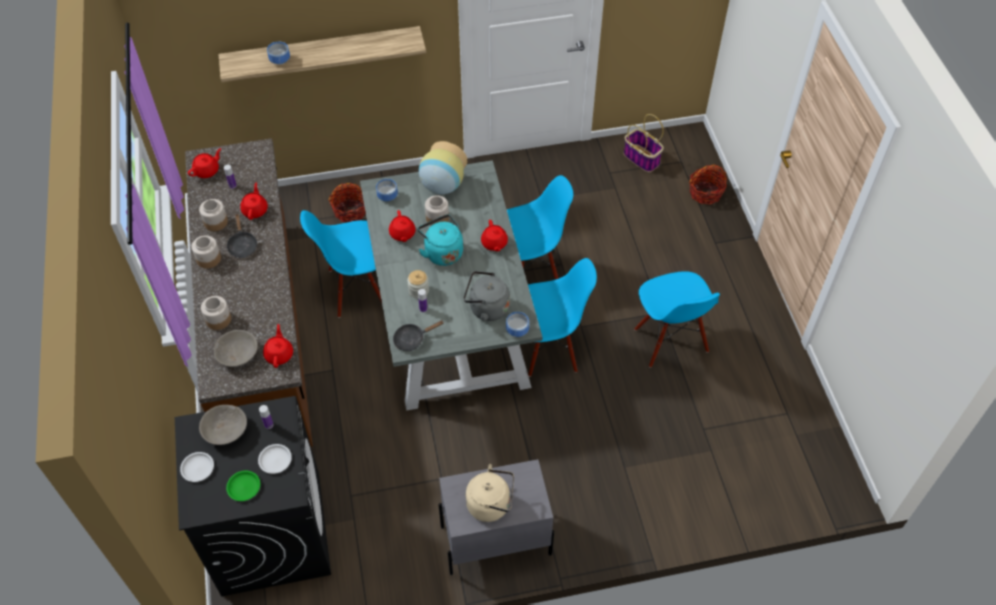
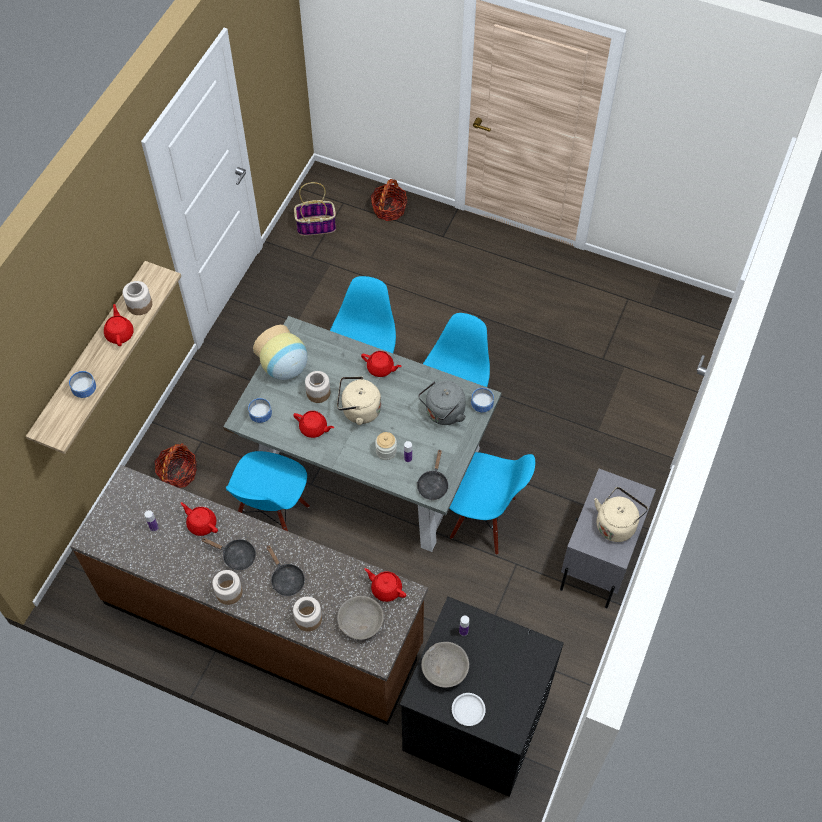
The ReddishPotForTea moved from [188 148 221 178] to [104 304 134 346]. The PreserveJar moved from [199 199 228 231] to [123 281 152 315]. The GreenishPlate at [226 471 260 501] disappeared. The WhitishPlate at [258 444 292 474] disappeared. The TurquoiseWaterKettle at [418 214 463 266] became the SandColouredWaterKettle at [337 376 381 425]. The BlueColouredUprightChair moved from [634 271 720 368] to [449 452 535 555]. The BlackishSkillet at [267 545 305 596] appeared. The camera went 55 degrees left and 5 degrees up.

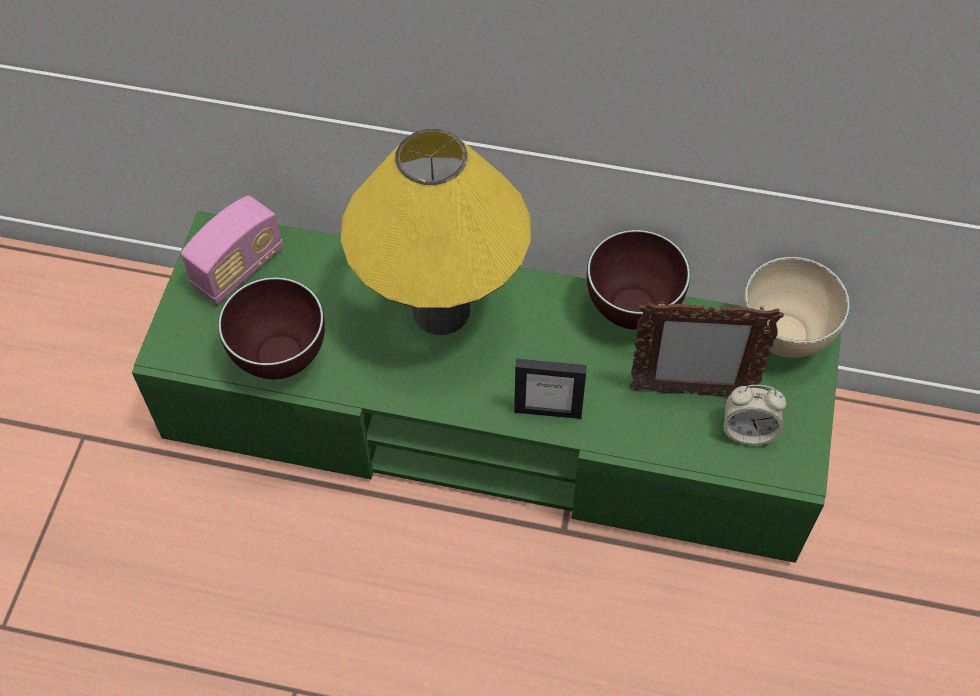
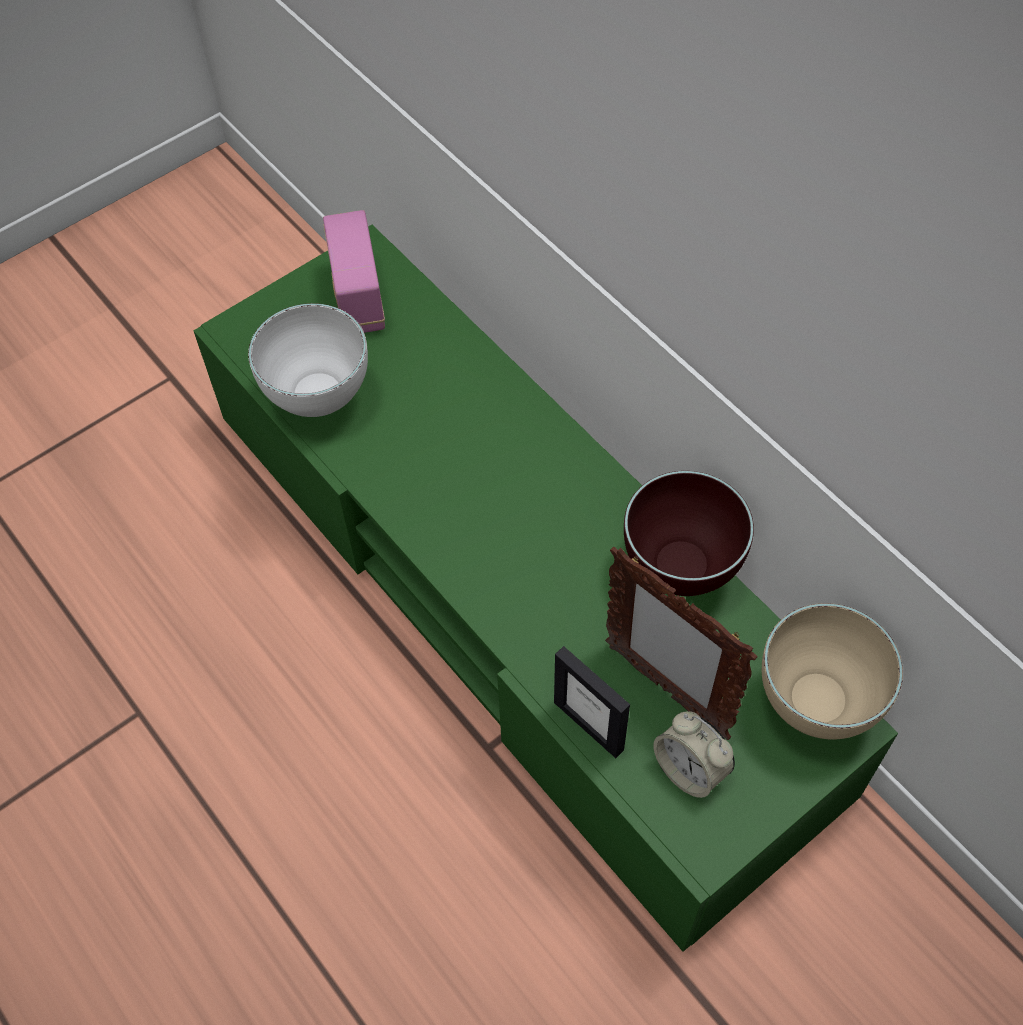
The RadioReceiver at [181 195 283 305] turned 90 degrees clockwise. The BrownishDeepDish at [218 277 325 379] became the WhitishDeepDish at [248 303 368 417]. The YellowLampForATable at [341 129 531 335] disappeared. The PhotoFrame moved from [514 359 587 419] to [554 646 630 758]. The camera went 40 degrees right and 0 degrees up.

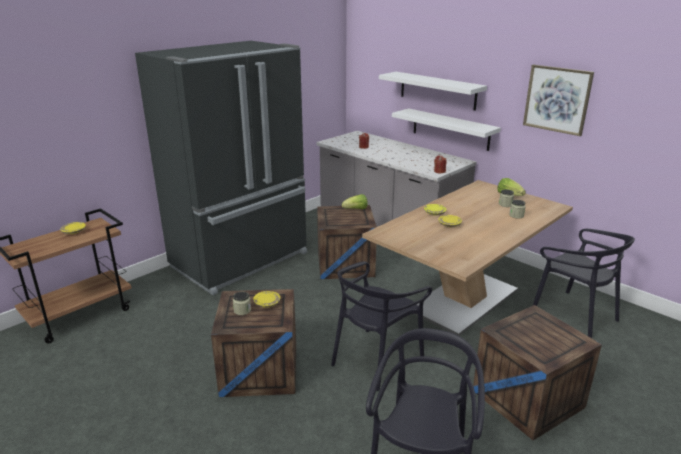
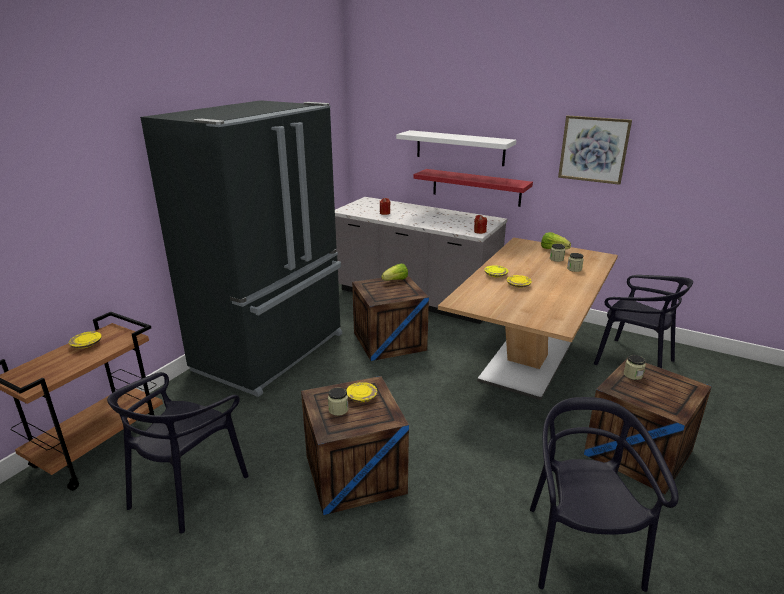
The BlackishUprightChair moved from [331 261 432 391] to [107 372 249 534]. The WhitishShelf at [392 108 501 151] became the ReddishShelf at [413 169 533 207]. The PreserveJar at [624 355 646 380] appeared. The camera went 15 degrees left and 0 degrees up.

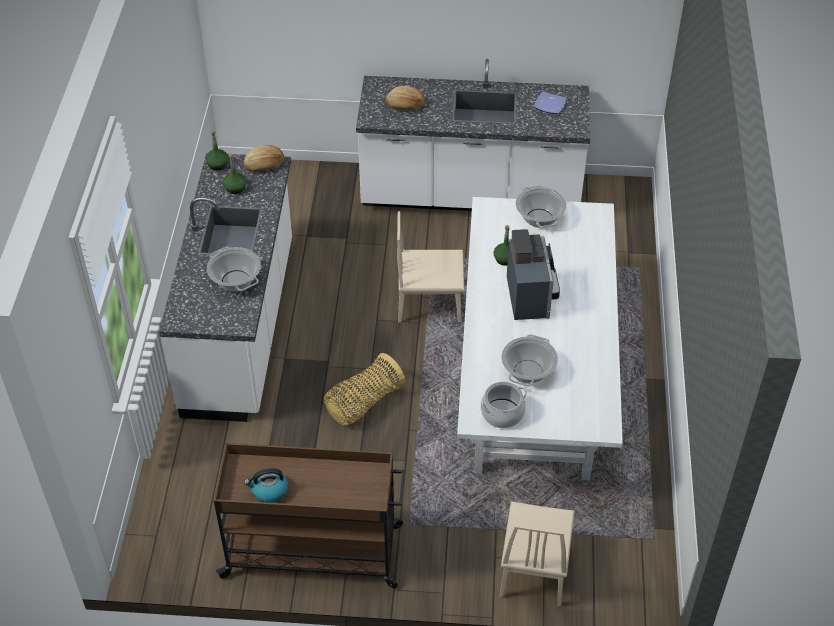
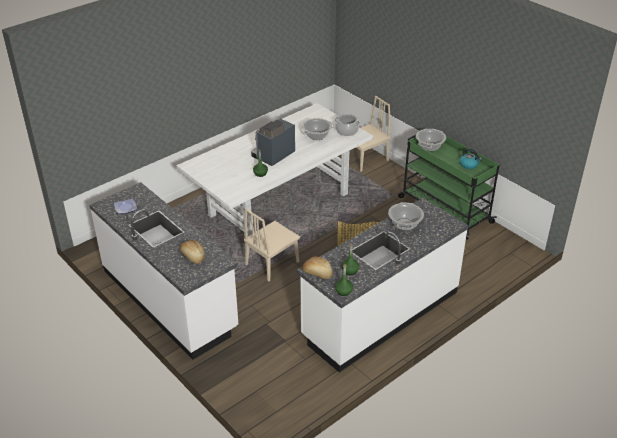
The BrownishCart at [214 443 405 589] became the GreenishCart at [398 135 499 240]. The SandColouredUprightChair at [397 211 464 323] turned 90 degrees clockwise. The Saucepot moved from [516 185 566 228] to [416 129 446 151]. The camera went 135 degrees left and 10 degrees down.

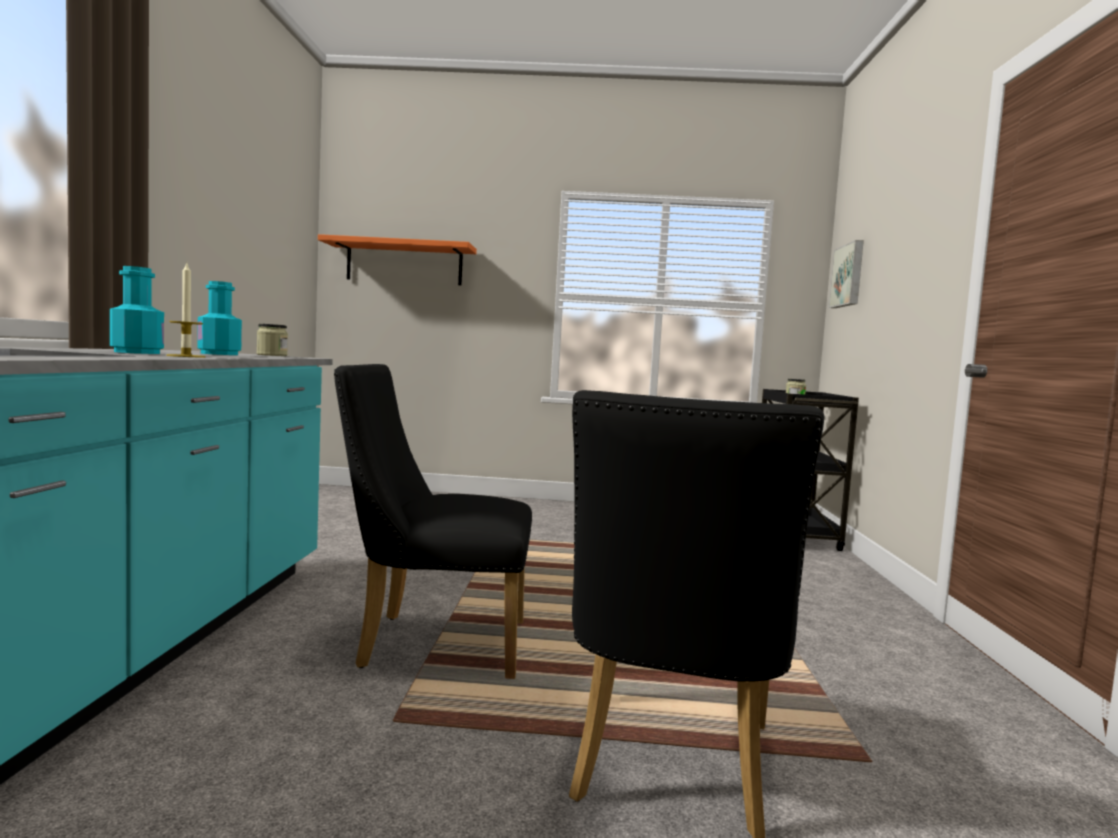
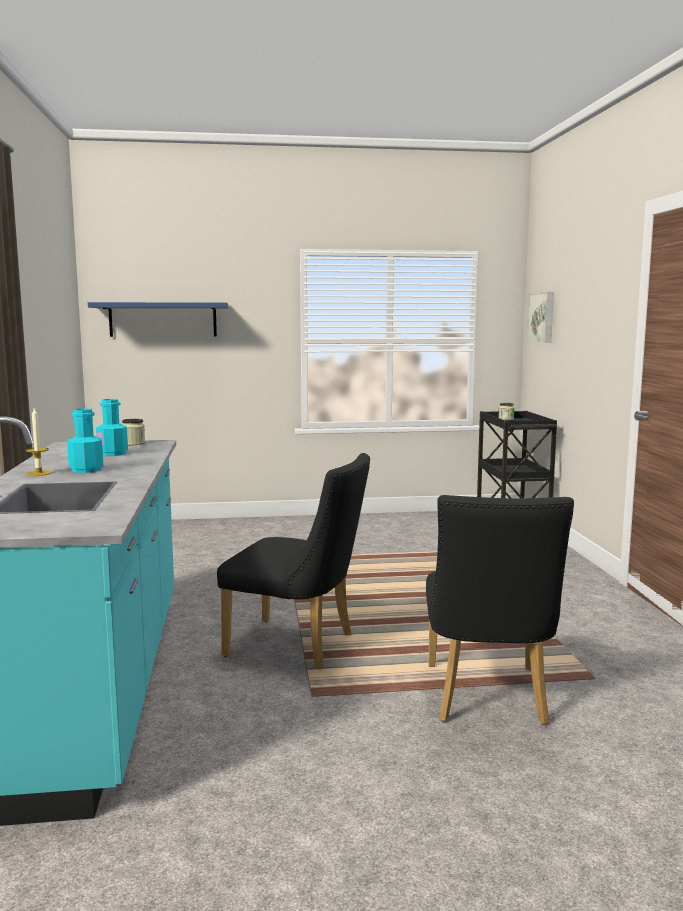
The Candle moved from [166 263 206 358] to [25 408 52 476]. The OrangeColouredShelf at [318 234 477 285] became the BlueColouredShelf at [88 302 228 337]. The BlackishUprightChair at [334 364 532 679] turned 150 degrees counterclockwise. The camera went 10 degrees left and 5 degrees up.

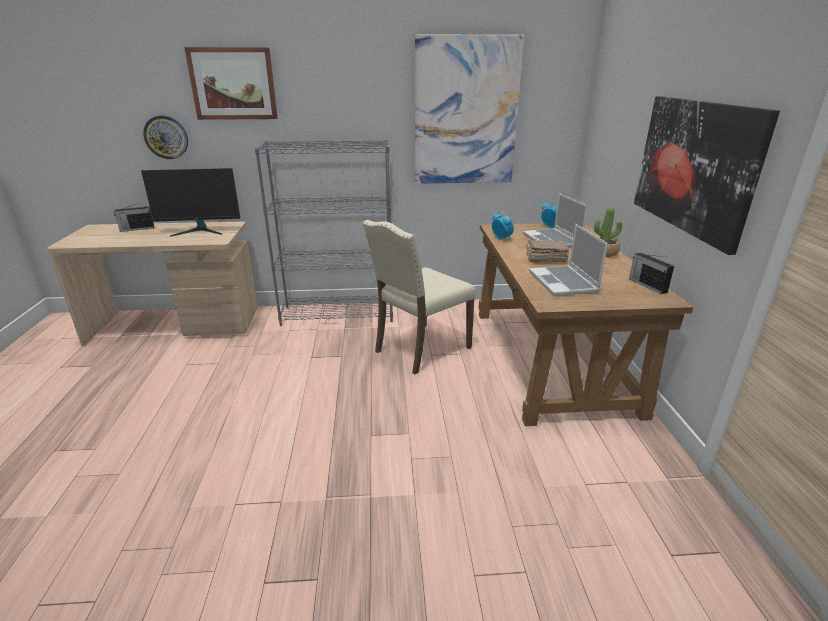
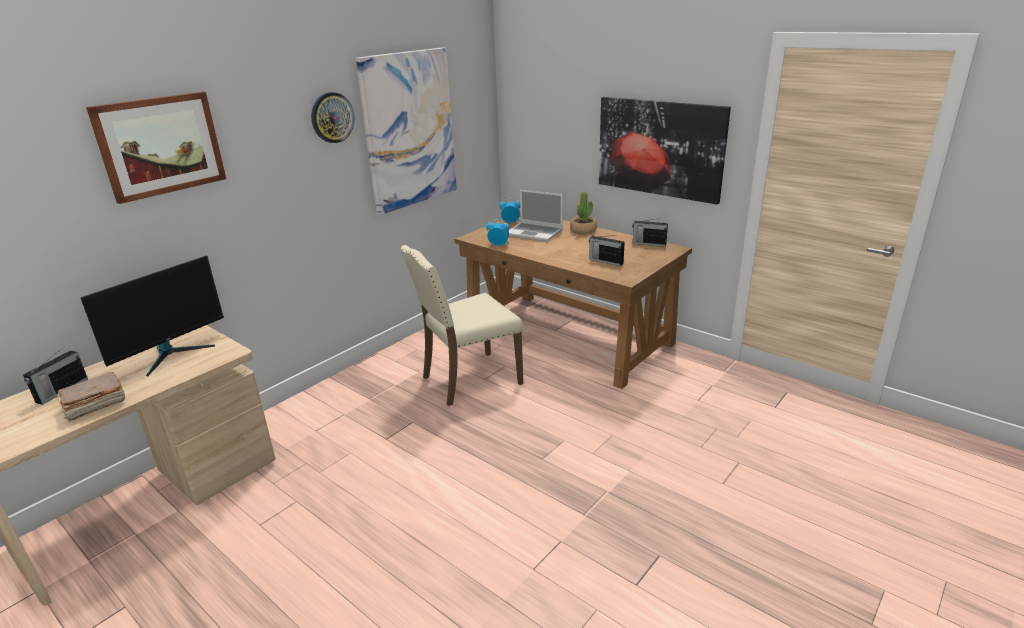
The ClockOnTheWall moved from [143 115 188 159] to [311 92 355 143]. The GreyShelvingUnit at [255 140 393 326] disappeared. The SandColouredUprightChair at [362 220 476 374] turned 60 degrees clockwise. The BrownishBoundBook moved from [526 240 569 262] to [57 372 125 422]. The PortableComputer at [529 224 608 296] was replaced by the RadioReceiver at [589 235 625 266]. The camera went 45 degrees left and 0 degrees up.

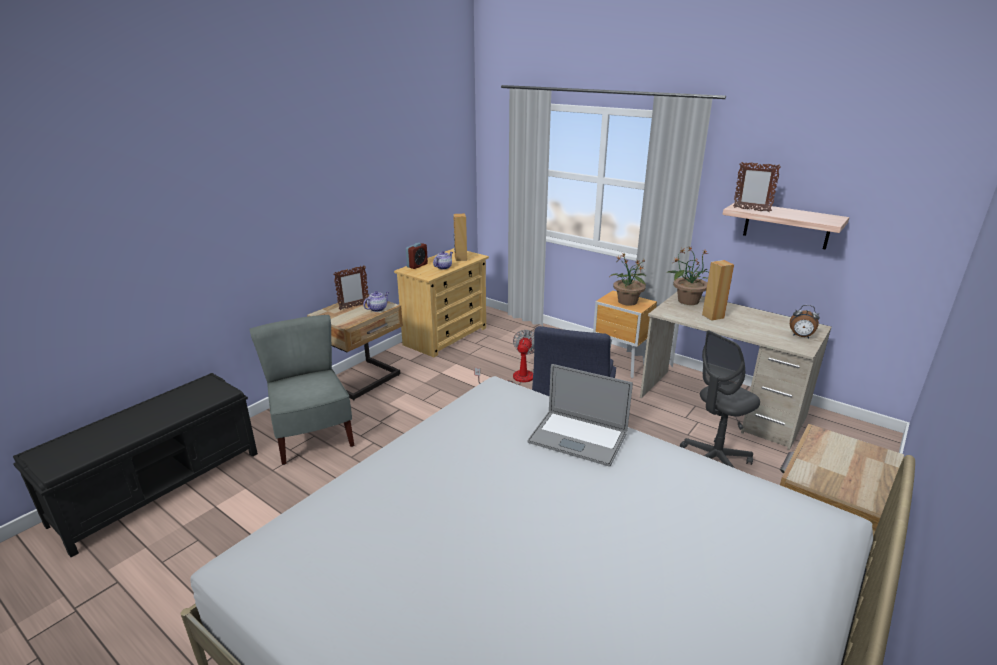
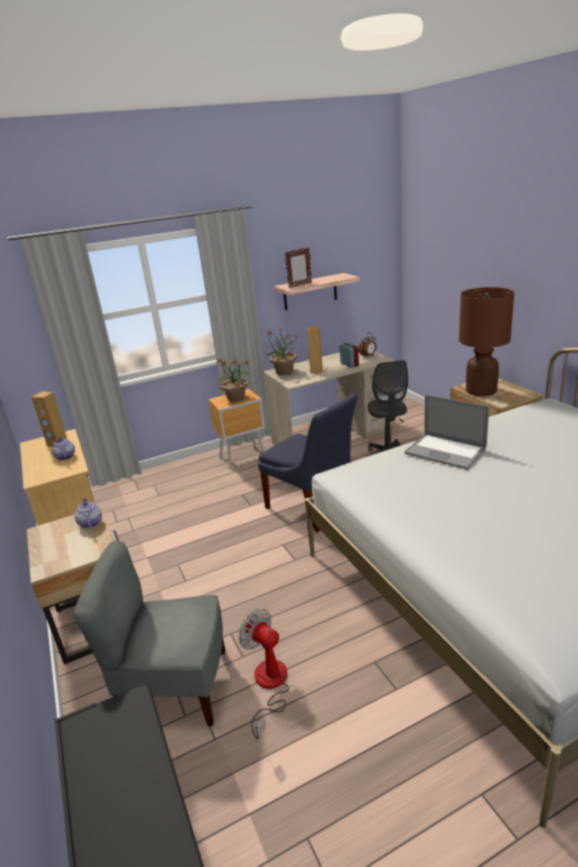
The PhotoFrame at [334 265 369 310] disappeared. The AlarmClock moved from [406 243 428 269] to [340 342 359 368]. The ElectricFan moved from [474 330 534 385] to [238 609 289 740]. The PortableComputer at [528 364 633 467] turned 75 degrees clockwise. The BrownishLampForATable at [459 287 514 396] appeared. The camera went 60 degrees left and 0 degrees up.

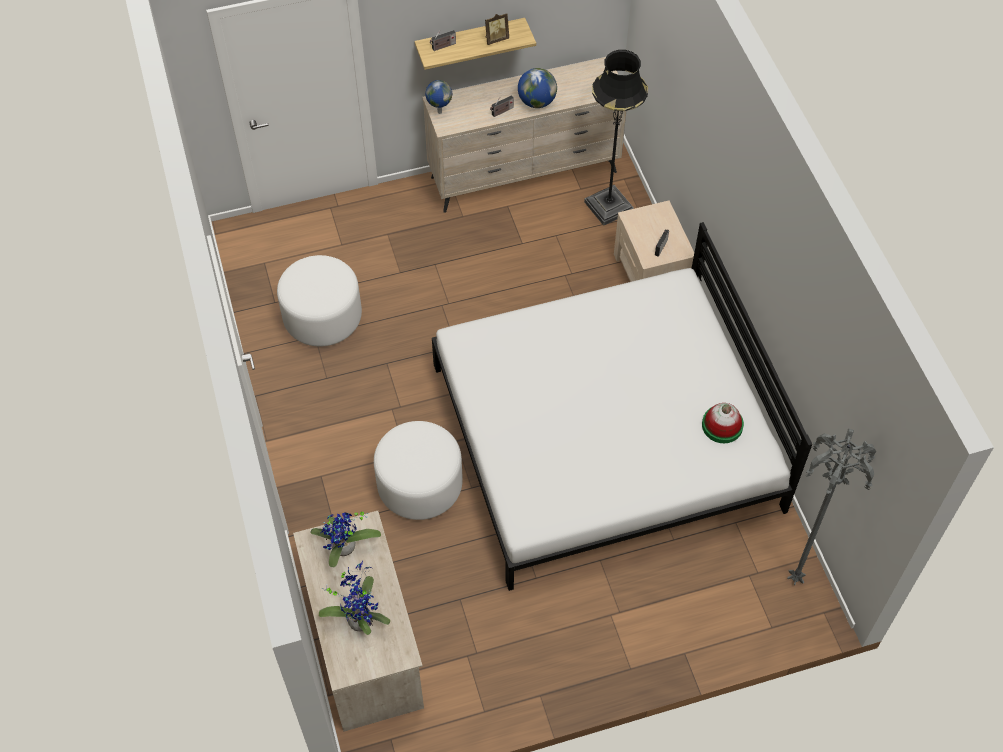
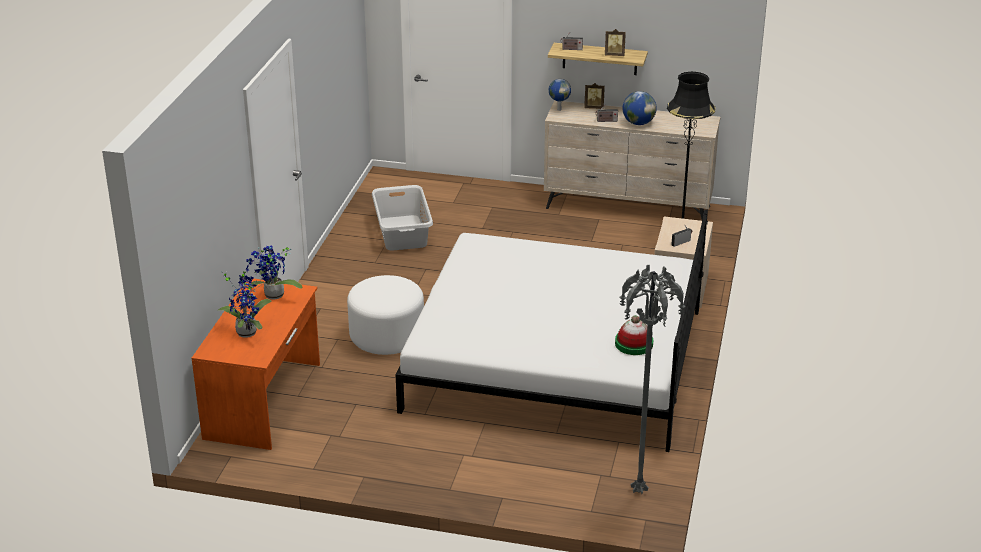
The WhitishPouffe at [277 255 362 347] was replaced by the GreyLaundryBasket at [372 185 433 251]. The SandColouredDeskTable at [293 511 424 732] became the OrangeColouredDeskTable at [192 278 320 450]. The PhotoFrame at [584 83 605 109] appeared. The camera went 30 degrees right and 25 degrees down.

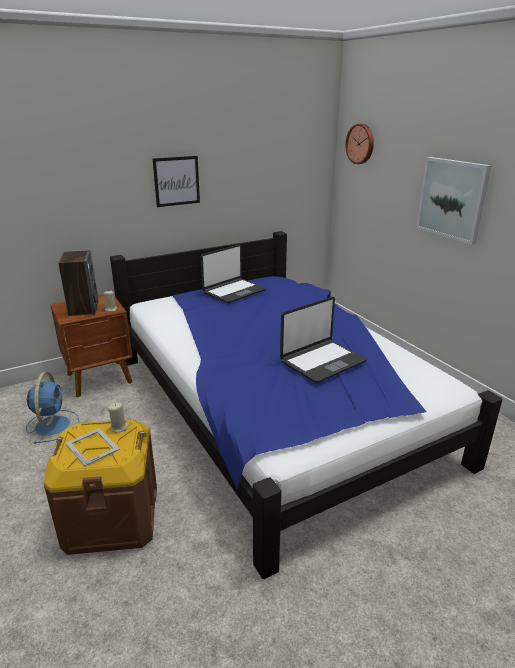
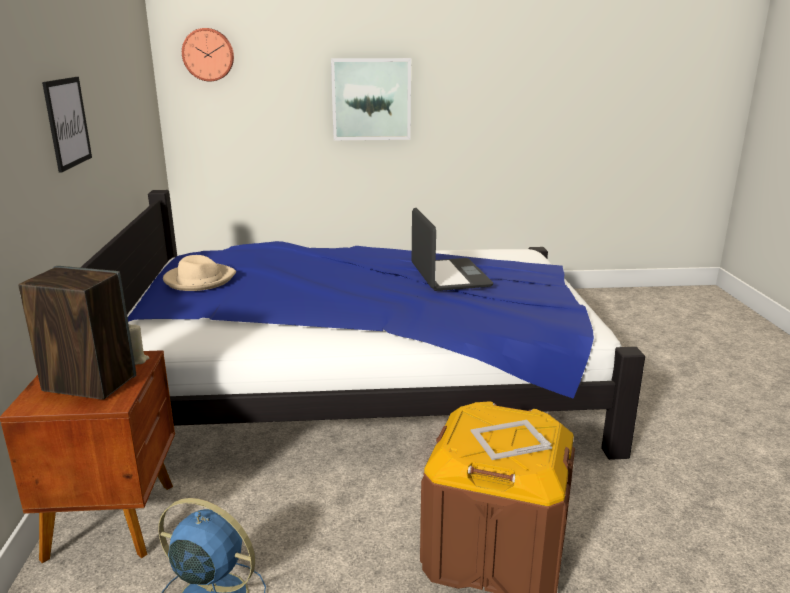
The SandColouredCandle at [108 402 129 432] disappeared. The PortableComputer at [201 244 266 303] was replaced by the SandColouredHat at [163 255 236 291]. The camera went 65 degrees left and 5 degrees down.

